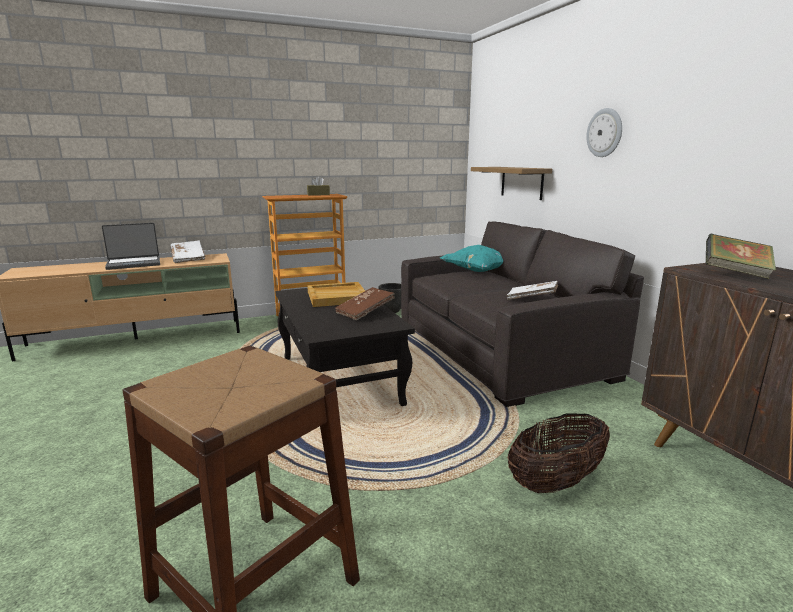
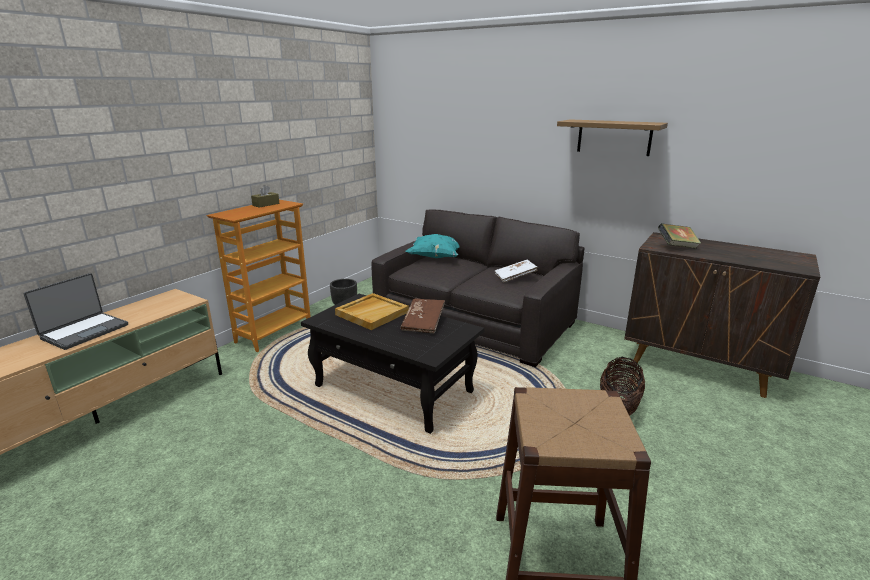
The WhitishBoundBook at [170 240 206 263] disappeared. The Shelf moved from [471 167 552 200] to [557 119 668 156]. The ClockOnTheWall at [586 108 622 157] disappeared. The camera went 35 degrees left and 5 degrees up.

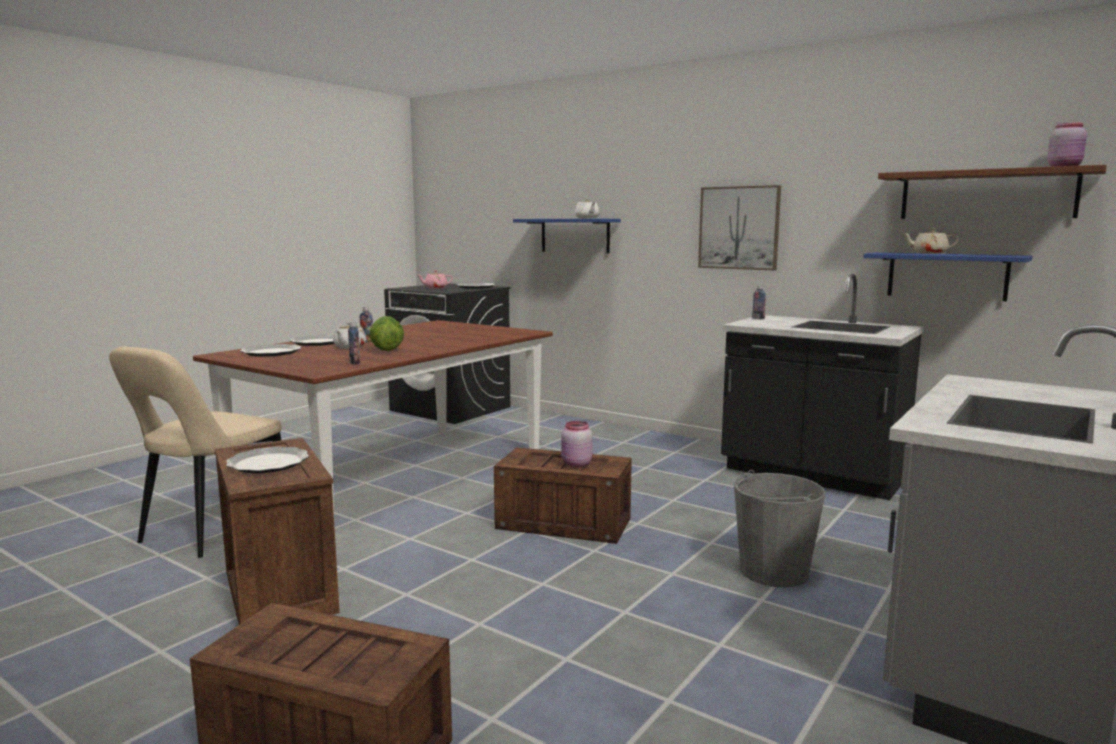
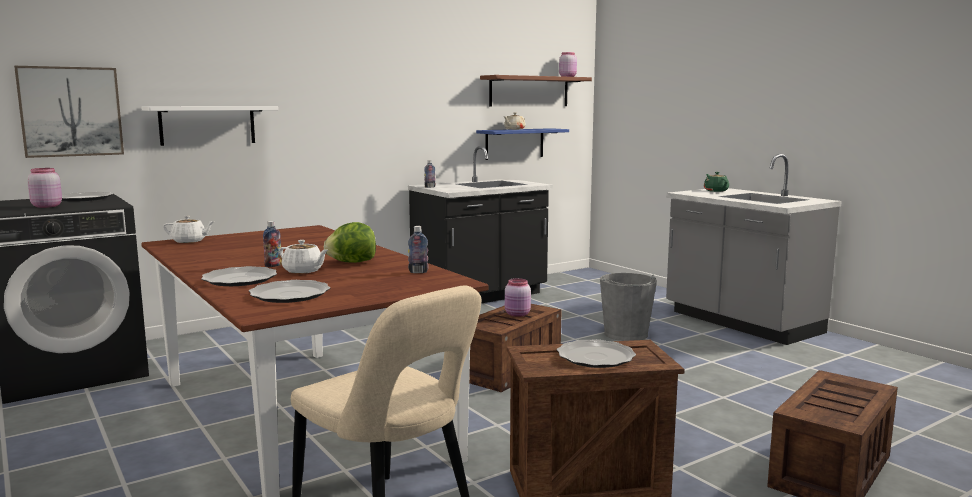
The PinkColouredPotForTea at [416 270 453 289] was replaced by the PinkColouredPreserveJar at [27 168 62 208]. The BlueColouredShelf at [513 219 621 253] became the WhitishShelf at [141 106 278 146]. The WhitishPotForTea moved from [575 198 600 218] to [163 216 215 243]. The WallArt moved from [698 185 781 270] to [14 66 124 158]. The GreenishPotForTea at [704 172 729 192] appeared. The camera went 70 degrees left and 0 degrees up.

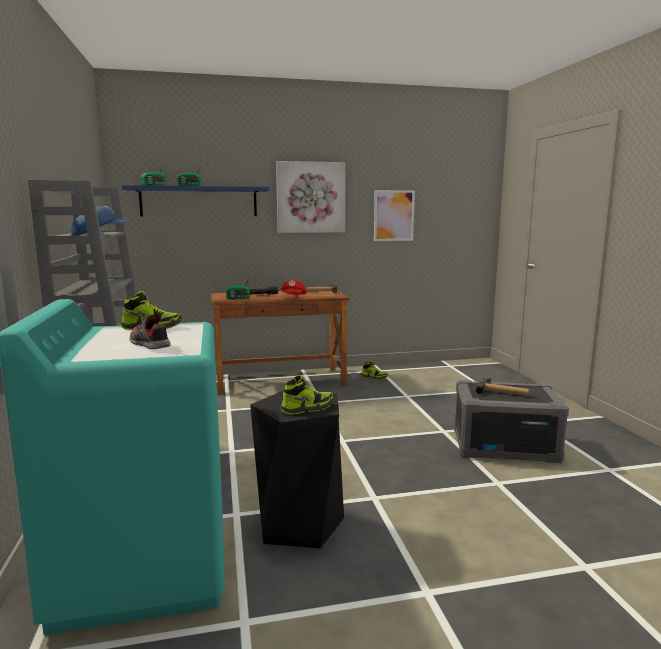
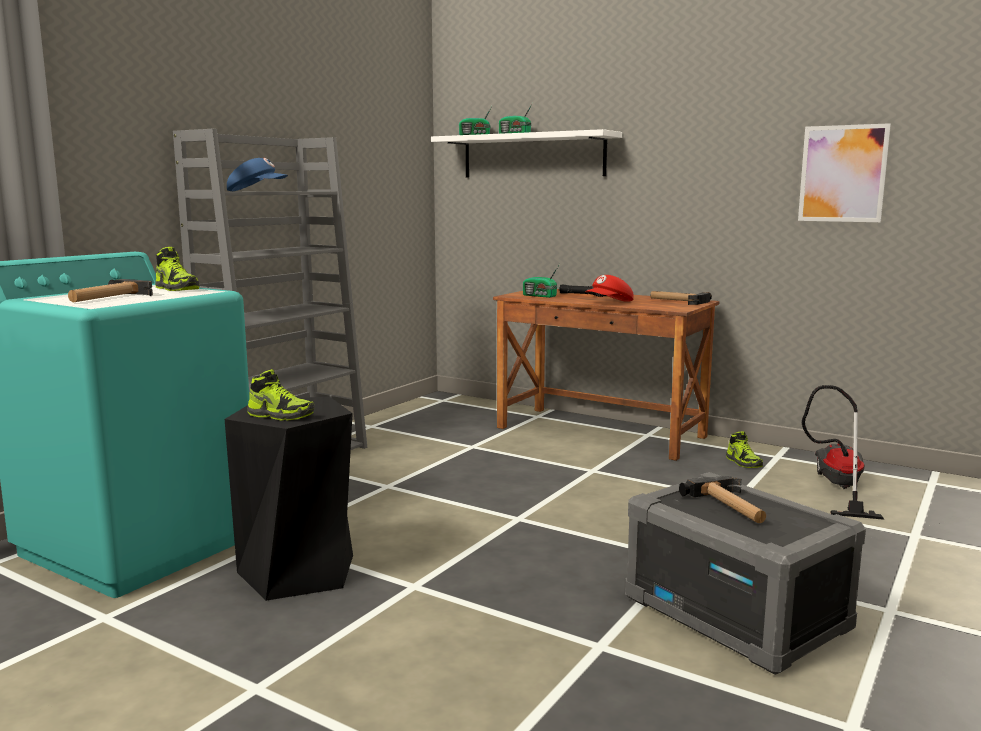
The BlueColouredShelf at [122 185 269 217] became the WhitishShelf at [431 129 622 178]. The LowShoe at [130 314 171 349] was replaced by the ToolHammer at [68 279 153 302]. The WallArt at [276 161 346 233] disappeared. The Vacuum at [802 385 884 520] appeared. The camera went 45 degrees right and 0 degrees up.

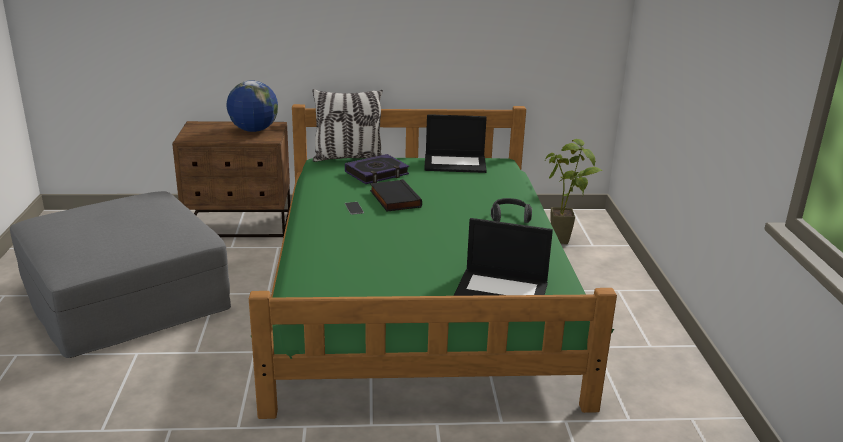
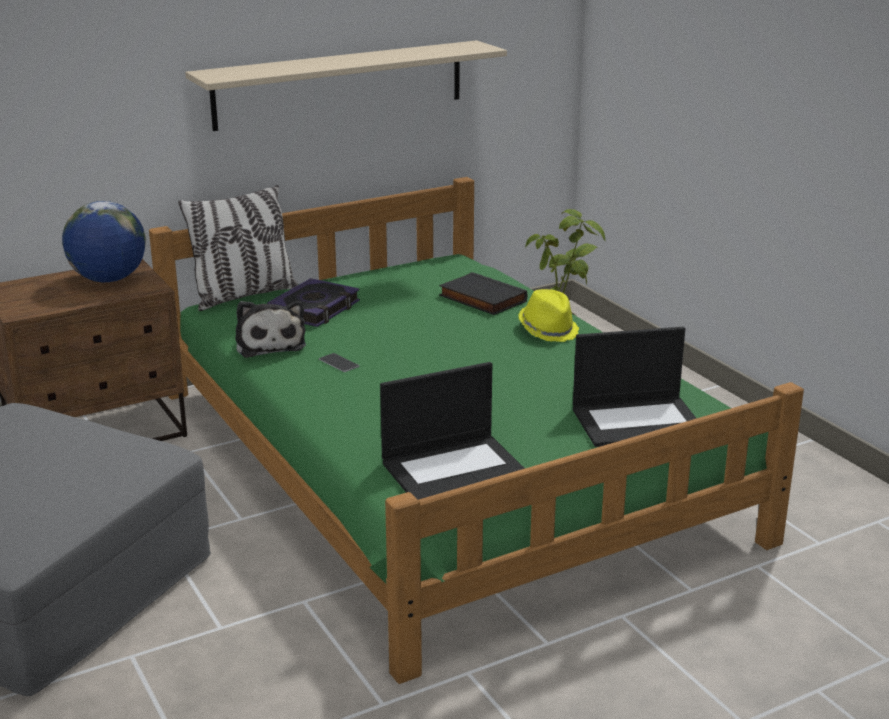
The BlackishBoundBook moved from [370 179 422 211] to [439 272 528 315]. The PortableComputer moved from [424 114 487 173] to [380 362 525 500]. The Headphones at [491 198 532 223] was replaced by the YellowHat at [518 289 579 342]. The SandColouredShelf at [185 40 507 131] appeared. The CuddlyToy at [235 301 306 358] appeared. The camera went 25 degrees left and 0 degrees up.

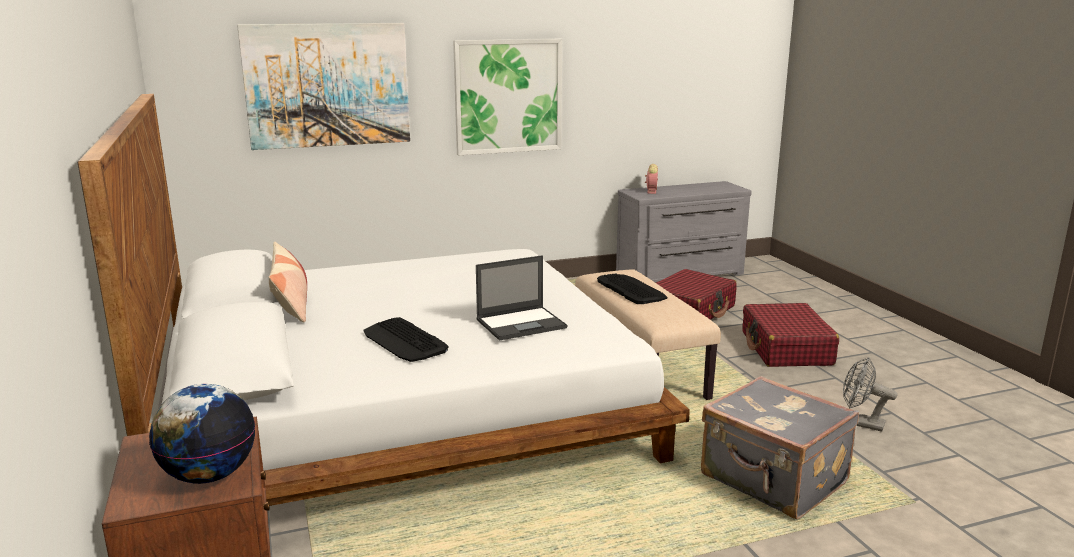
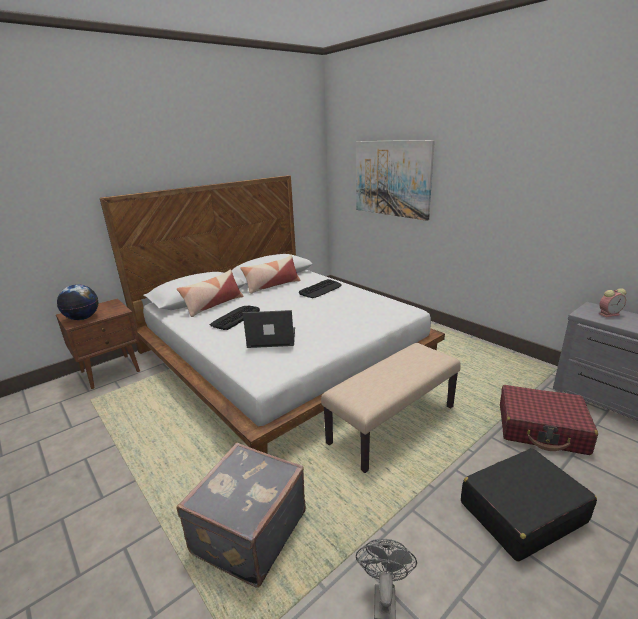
The WallArt at [453 39 562 155] disappeared. The PortableComputer at [476 255 567 341] turned 135 degrees clockwise. The ComputerKeyboard moved from [597 274 668 304] to [299 279 342 298]. The ReddishPieceOfLuggage at [743 303 839 367] became the BlackishPieceOfLuggage at [461 448 597 562]. The Cushion at [177 270 243 317] appeared. The camera went 70 degrees right and 5 degrees up.

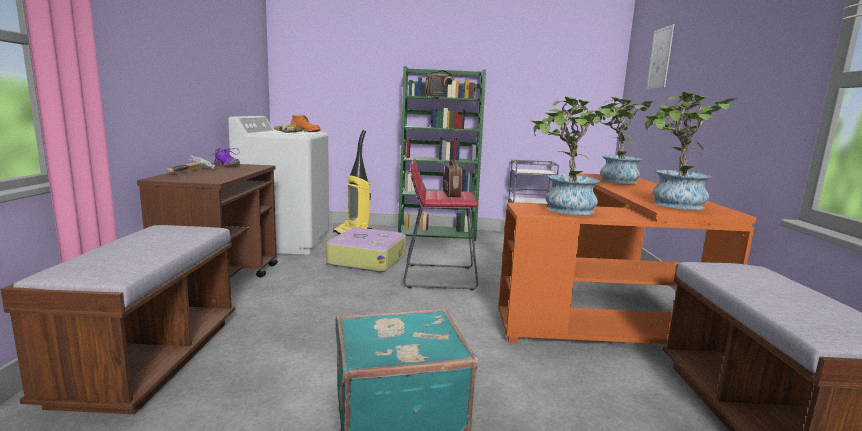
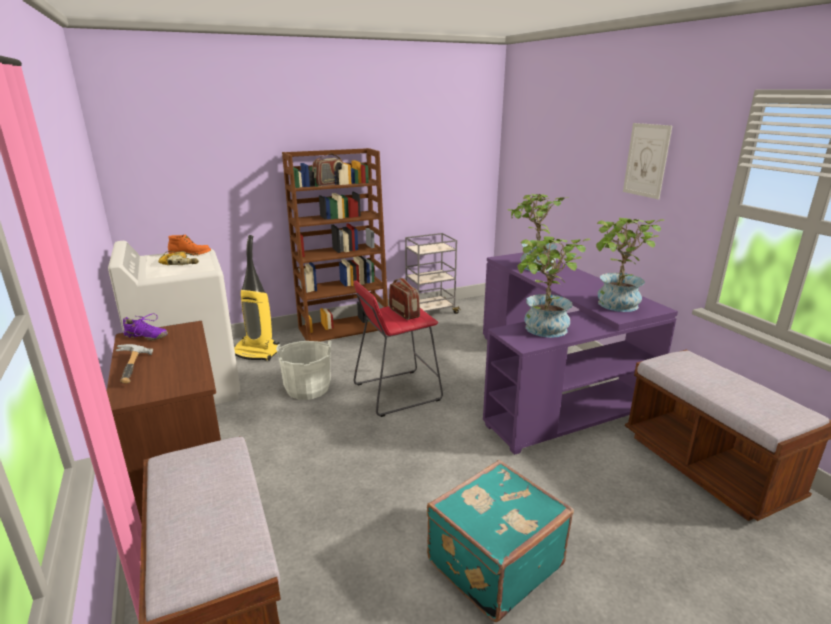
The PieceOfLuggage at [326 227 406 272] was replaced by the WhitishWaterBucket at [276 340 332 400]. The GreenishShelvingUnit at [398 66 486 241] became the BrownishShelvingUnit at [282 148 388 342]. The OrangeColouredDeskTable at [498 173 756 344] became the PurplishDeskTable at [483 252 678 455]. The WallArt moved from [646 24 675 89] to [623 123 672 199]. The camera went 25 degrees left and 10 degrees up.

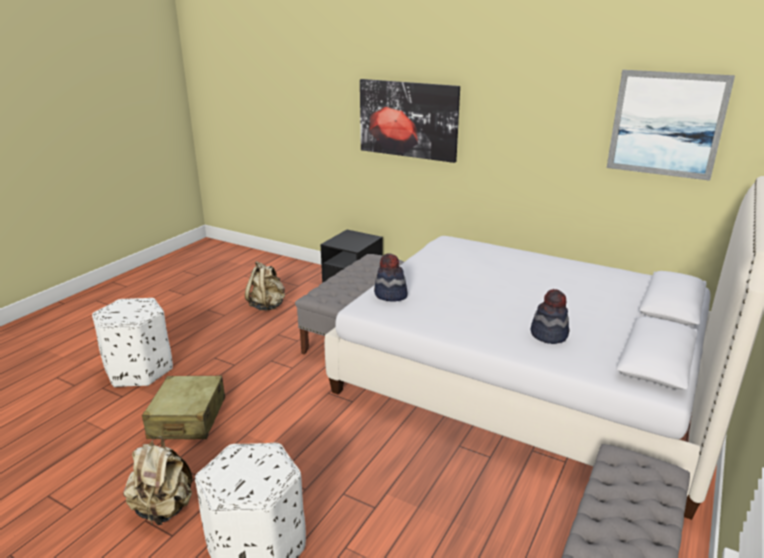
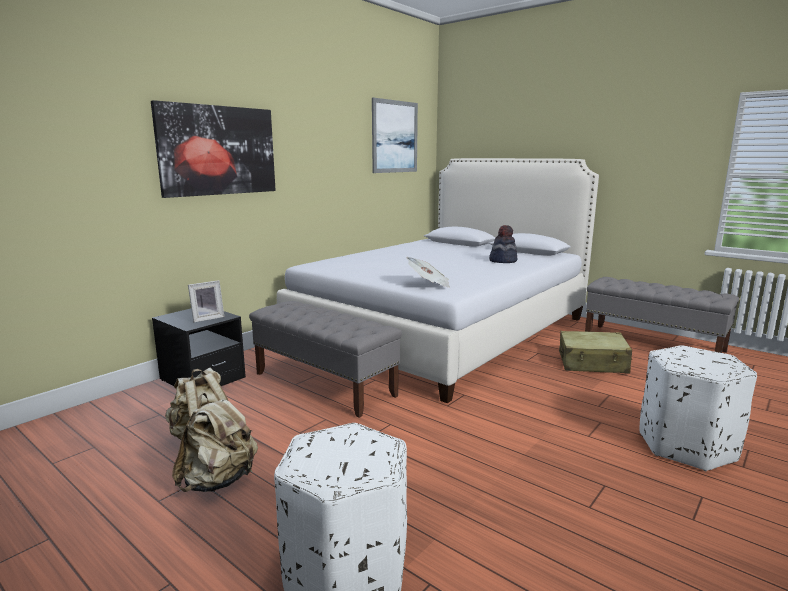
The SandColouredKnapsack moved from [123 436 193 525] to [172 393 258 492]. The SandColouredPieceOfLuggage moved from [142 376 225 439] to [559 331 632 373]. The Hat at [374 253 408 302] was replaced by the DailyPaper at [406 257 450 288]. The PhotoFrame at [188 280 225 323] appeared. The camera went 80 degrees left and 10 degrees down.

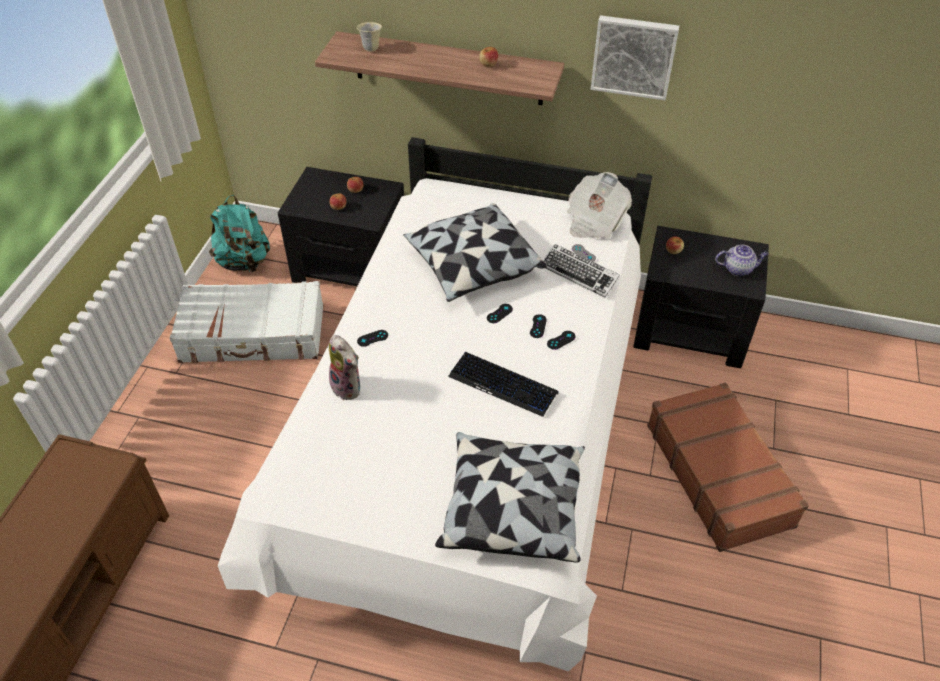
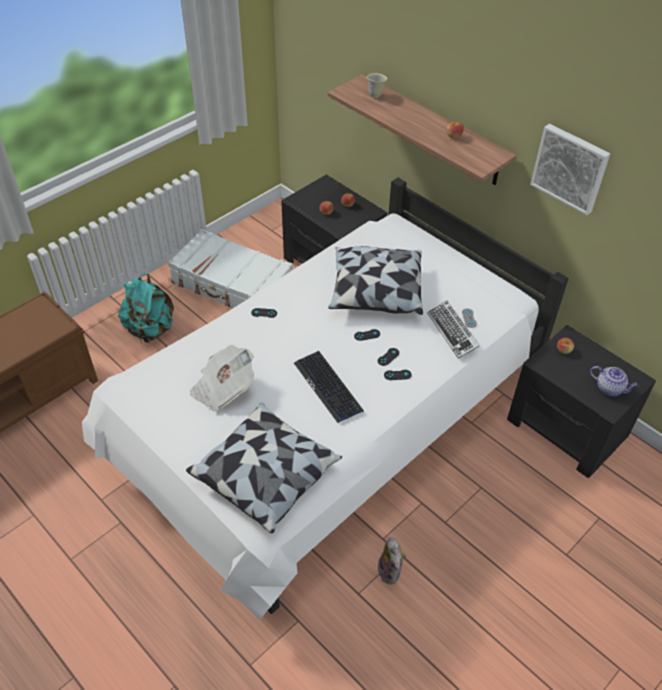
The TurquoiseKnapsack moved from [209 195 270 272] to [118 274 174 343]. The CuddlyToy moved from [329 335 360 400] to [378 537 406 585]. The DailyPaper moved from [567 172 632 238] to [190 345 254 412]. The BrownishPieceOfLuggage at [647 383 809 552] disappeared. The camera went 30 degrees right and 0 degrees up.

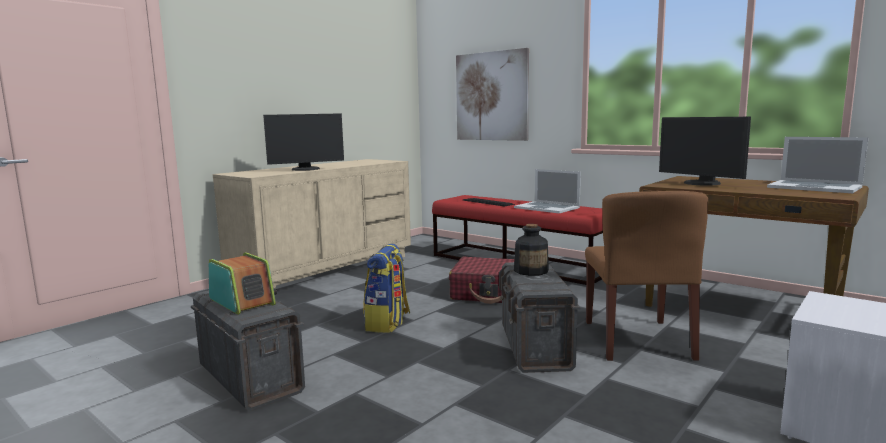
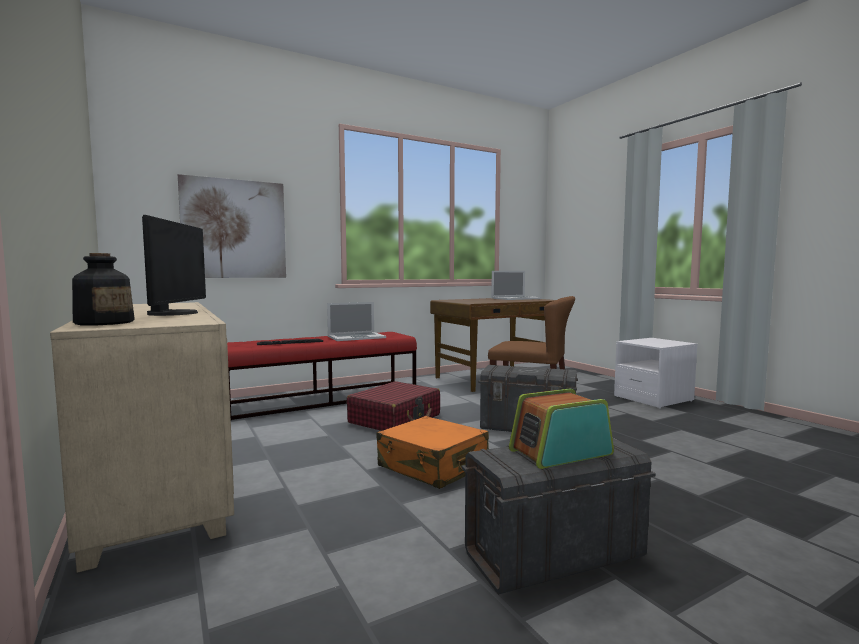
The Knapsack at [363 244 410 333] was replaced by the OrangeColouredPieceOfLuggage at [377 416 489 489]. The DrinkBottle moved from [514 224 549 276] to [72 253 135 325]. The Monitor at [659 117 751 186] disappeared. The camera went 70 degrees left and 5 degrees down.

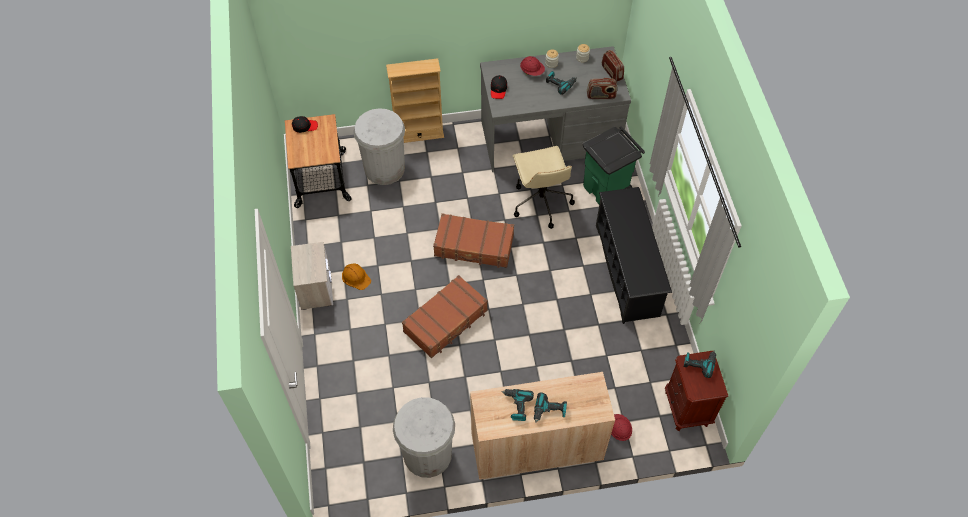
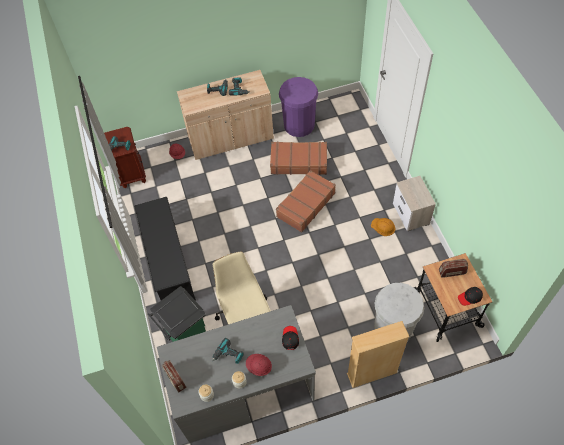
The WhitishRubbishBin at [393 397 455 478] became the PurplishRubbishBin at [279 77 318 137]. The BrownishPieceOfLuggage moved from [433 213 514 268] to [270 141 327 175]. The RadioReceiver moved from [587 78 617 99] to [439 259 468 278]. The camera went 175 degrees right and 0 degrees up.

